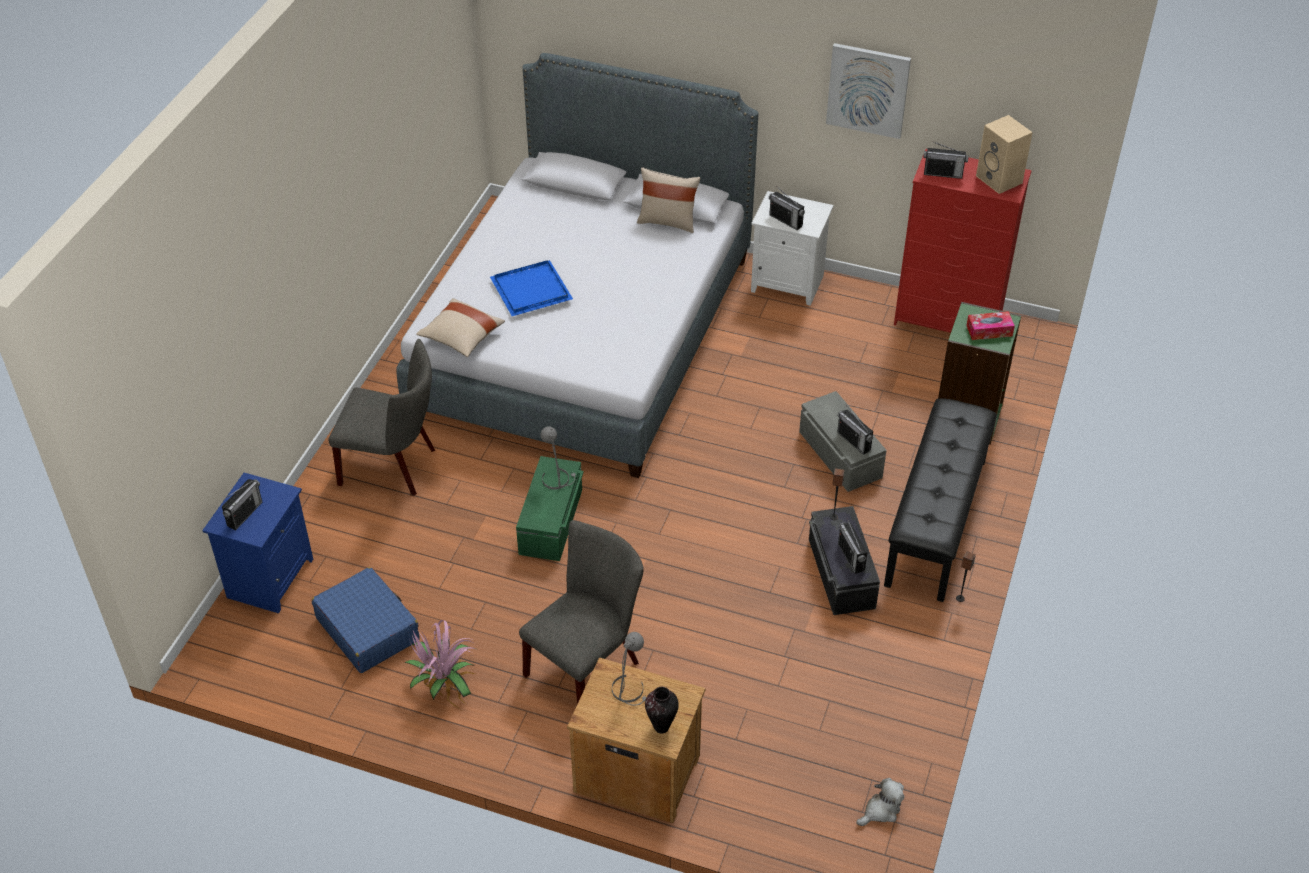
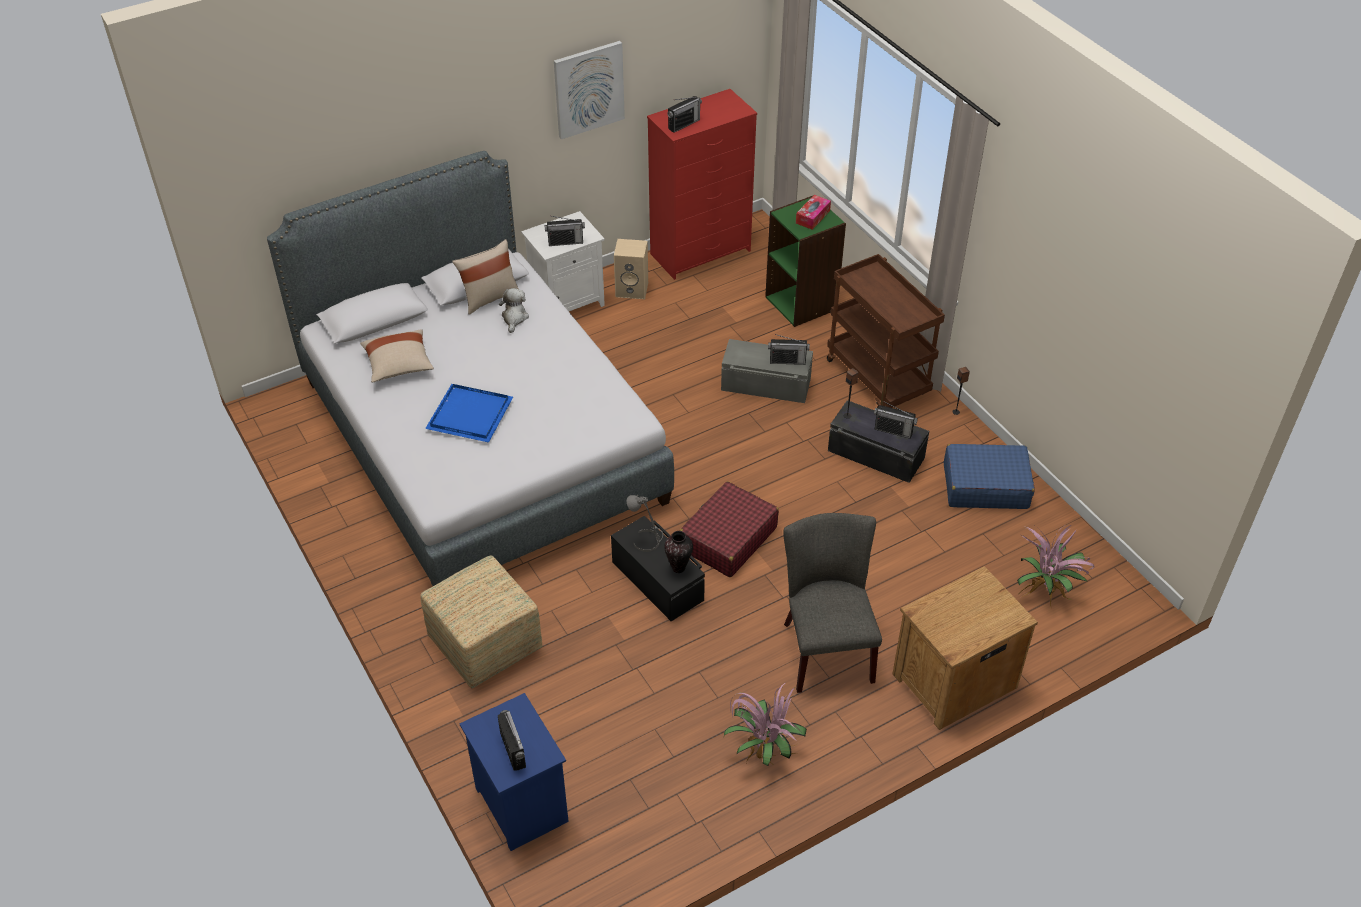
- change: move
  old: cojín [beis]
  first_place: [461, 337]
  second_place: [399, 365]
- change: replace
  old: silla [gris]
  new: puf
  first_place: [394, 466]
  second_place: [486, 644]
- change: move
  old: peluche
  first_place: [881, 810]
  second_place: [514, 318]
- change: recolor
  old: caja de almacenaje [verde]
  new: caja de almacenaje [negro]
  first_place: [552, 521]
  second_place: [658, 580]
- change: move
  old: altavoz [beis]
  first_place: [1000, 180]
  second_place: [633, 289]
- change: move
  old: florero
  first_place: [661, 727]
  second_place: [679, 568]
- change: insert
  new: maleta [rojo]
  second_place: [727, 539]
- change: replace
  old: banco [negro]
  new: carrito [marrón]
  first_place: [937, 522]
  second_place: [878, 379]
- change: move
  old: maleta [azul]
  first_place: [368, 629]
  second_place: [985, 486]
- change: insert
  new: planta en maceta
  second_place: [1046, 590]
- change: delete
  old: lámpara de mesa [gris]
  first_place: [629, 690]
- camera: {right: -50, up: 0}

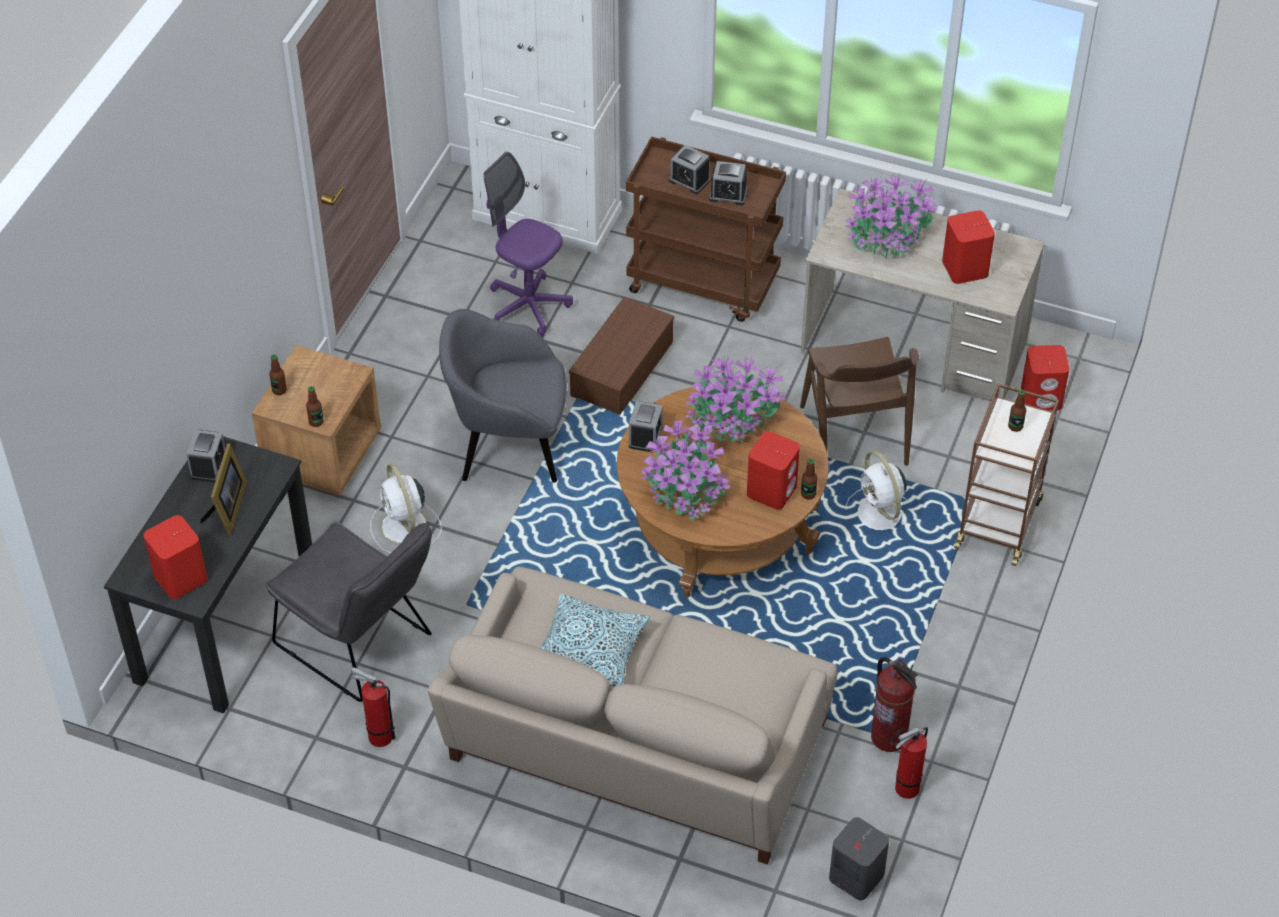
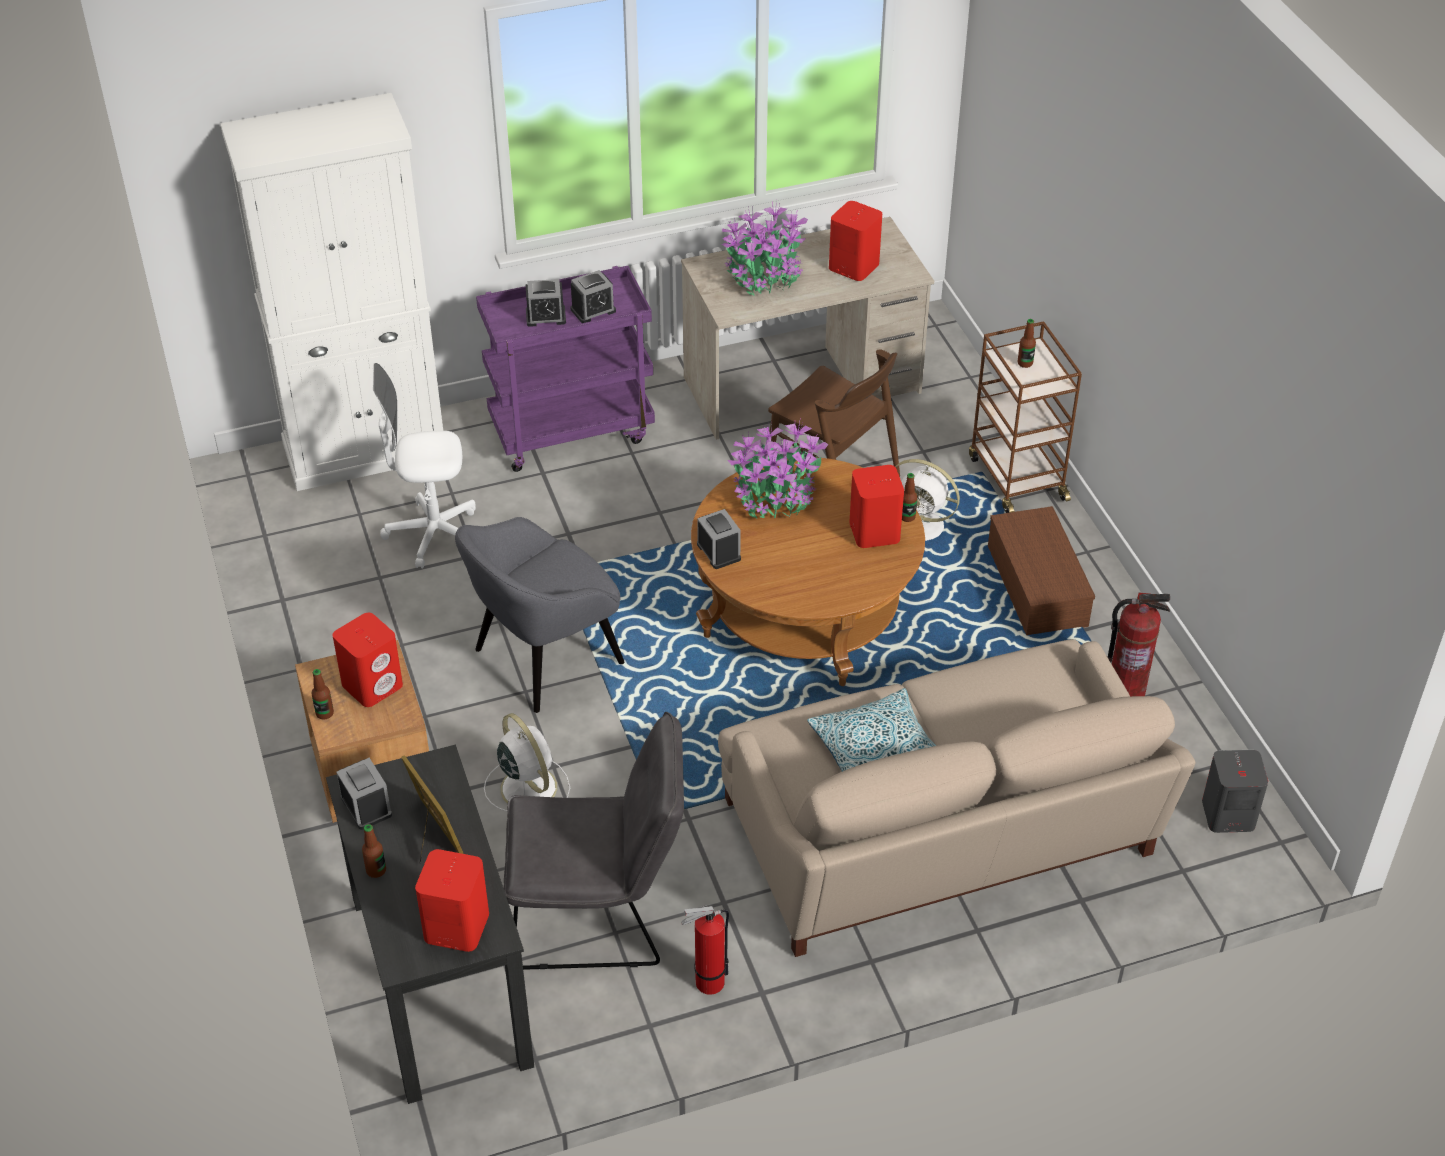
- change: move
  old: altavoz [rojo]
  first_place: [1041, 397]
  second_place: [373, 684]
- change: move
  old: botella
  first_place: [316, 422]
  second_place: [376, 870]
- change: recolor
  old: silla de oficina [morado]
  new: silla de oficina [blanco]
  first_place: [528, 306]
  second_place: [433, 534]
- change: recolor
  old: carrito [marrón]
  new: carrito [morado]
  first_place: [704, 283]
  second_place: [572, 430]
- change: rotate
  old: ventilador [blanco]
  first_place: [405, 528]
  second_place: [527, 786]
  degrees: -150
- change: move
  old: caja de almacenaje [marrón]
  first_place: [621, 367]
  second_place: [1035, 585]
- change: delete
  old: planta en maceta
  first_place: [685, 490]
- change: delete
  old: extintor
  first_place: [904, 790]
- camera: {right: -40, up: -5}

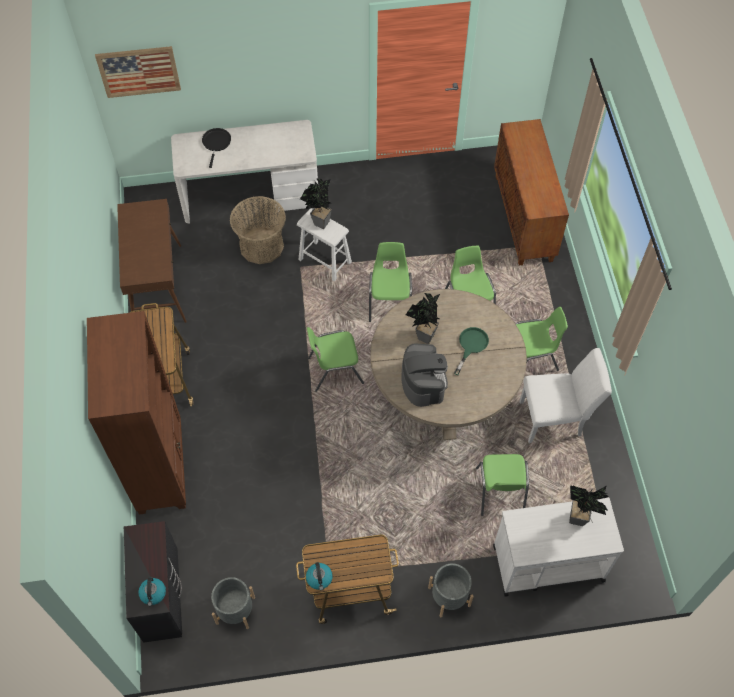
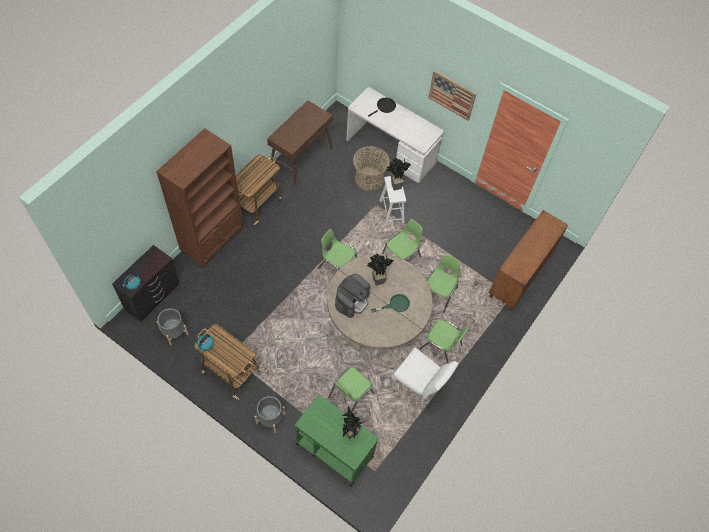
- change: recolor
  old: carrito [blanco]
  new: carrito [verde]
  first_place: [547, 563]
  second_place: [334, 450]
- change: move
  old: cuadro
  first_place: [139, 71]
  second_place: [452, 95]
- camera: {right: 40, up: 0}

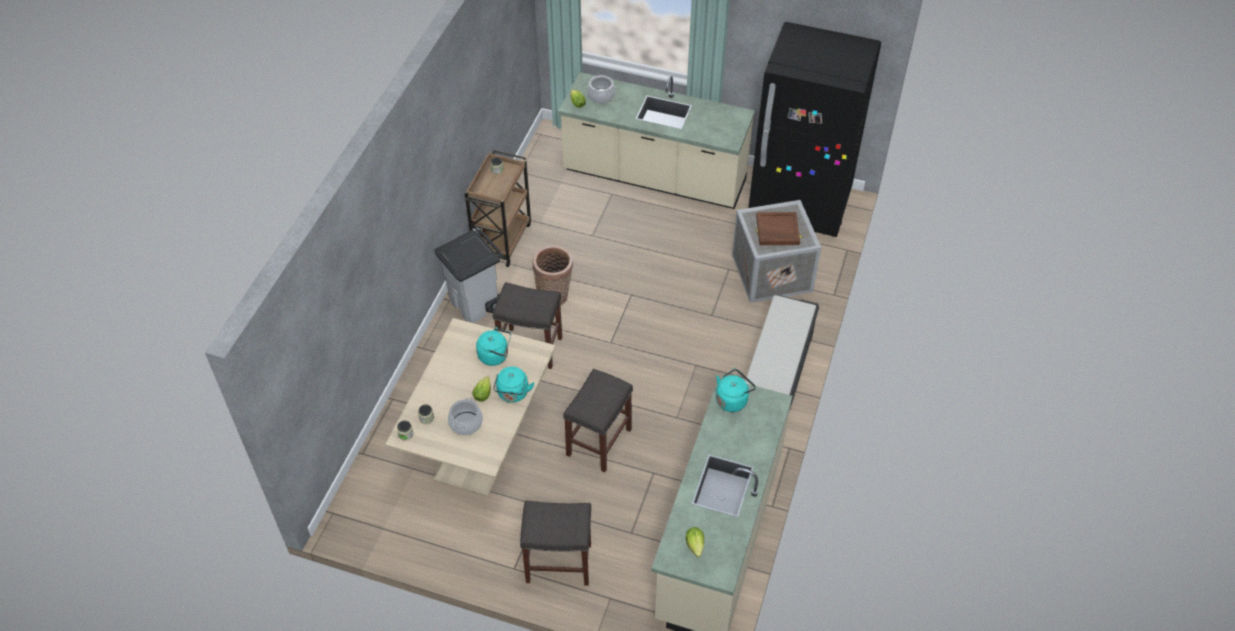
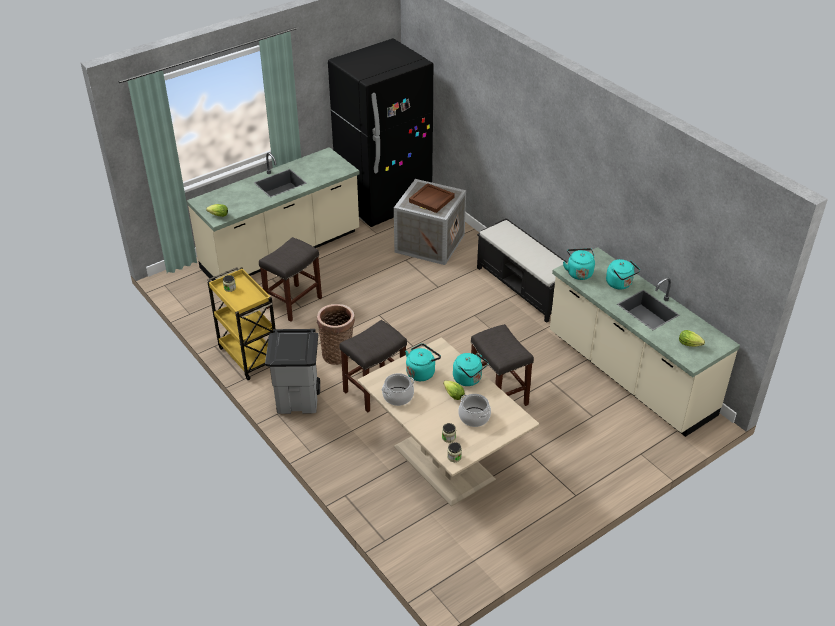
- change: recolor
  old: carrito [marrón]
  new: carrito [amarillo]
  first_place: [502, 239]
  second_place: [248, 355]
- change: move
  old: taburete [gris]
  first_place: [557, 563]
  second_place: [293, 303]
- change: move
  old: olla
  first_place: [601, 96]
  second_place: [398, 396]
- change: insert
  new: hervidor [turquesa]
  second_place: [620, 284]
- camera: {right: -55, up: -10}

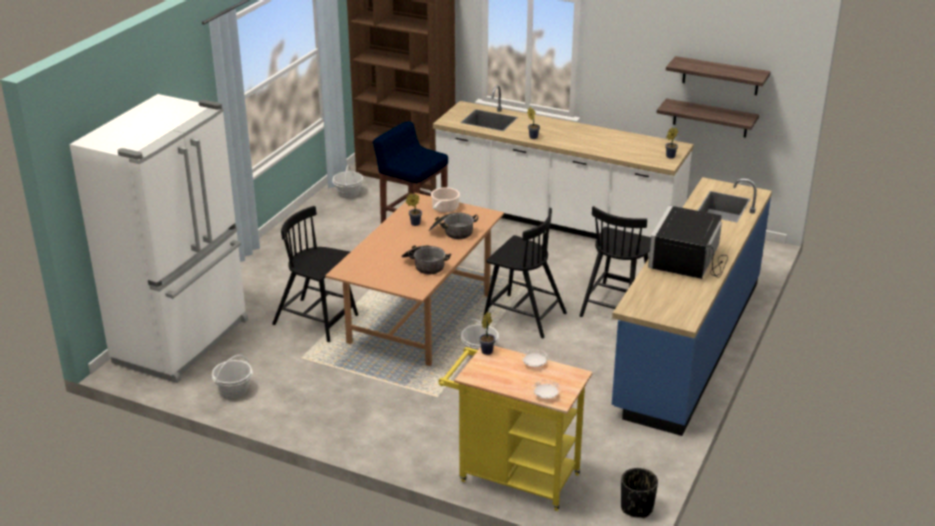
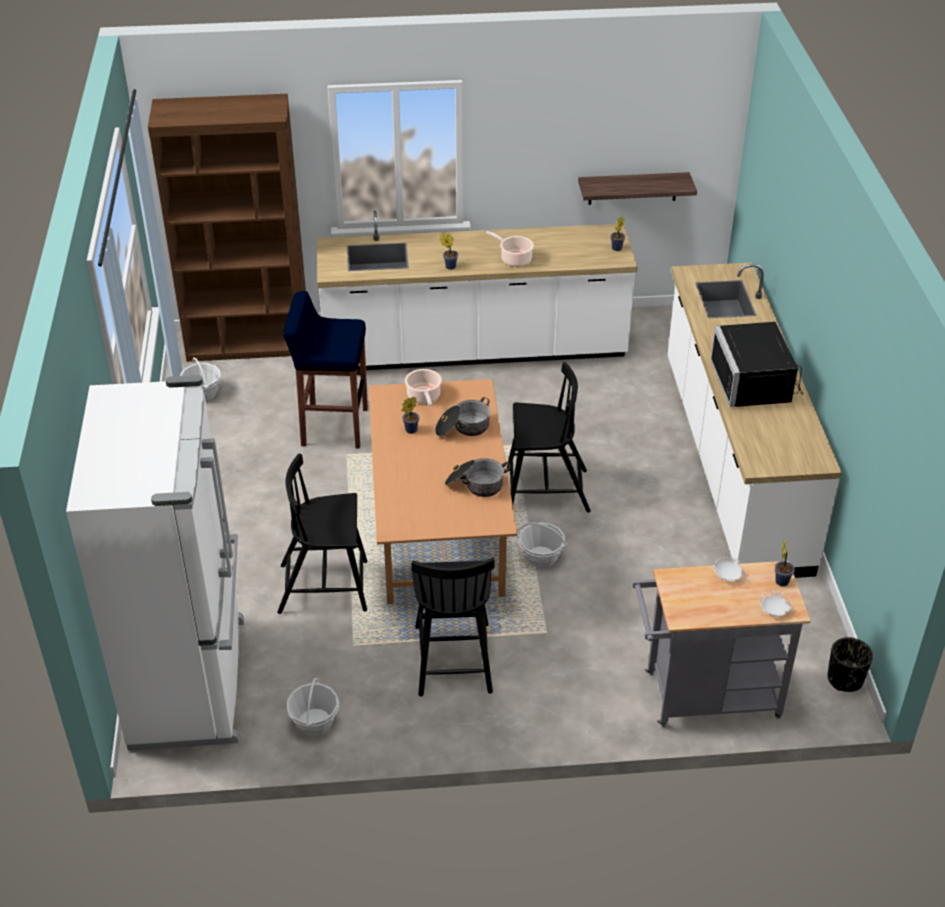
- change: move
  old: silla [negro]
  first_place: [616, 306]
  second_place: [453, 657]
- change: insert
  new: olla
  second_place: [514, 259]
- change: recolor
  old: carrito [amarillo]
  new: carrito [gris]
  first_place: [512, 476]
  second_place: [703, 697]
- change: recolor
  old: mueble bajo de cocina [azul]
  new: mueble bajo de cocina [blanco]
  first_place: [688, 344]
  second_place: [732, 462]
- change: move
  old: planta en maceta
  first_place: [488, 351]
  second_place: [781, 580]
- change: delete
  old: estante
  first_place: [720, 76]
- camera: {right: -30, up: 10}

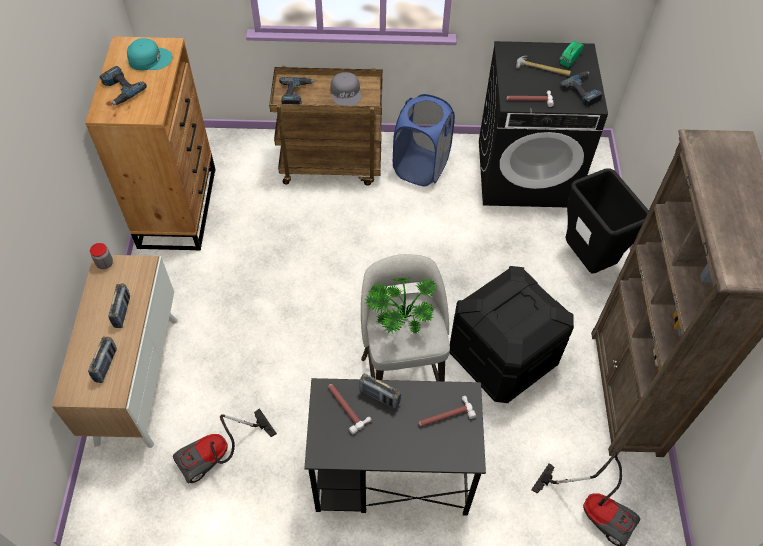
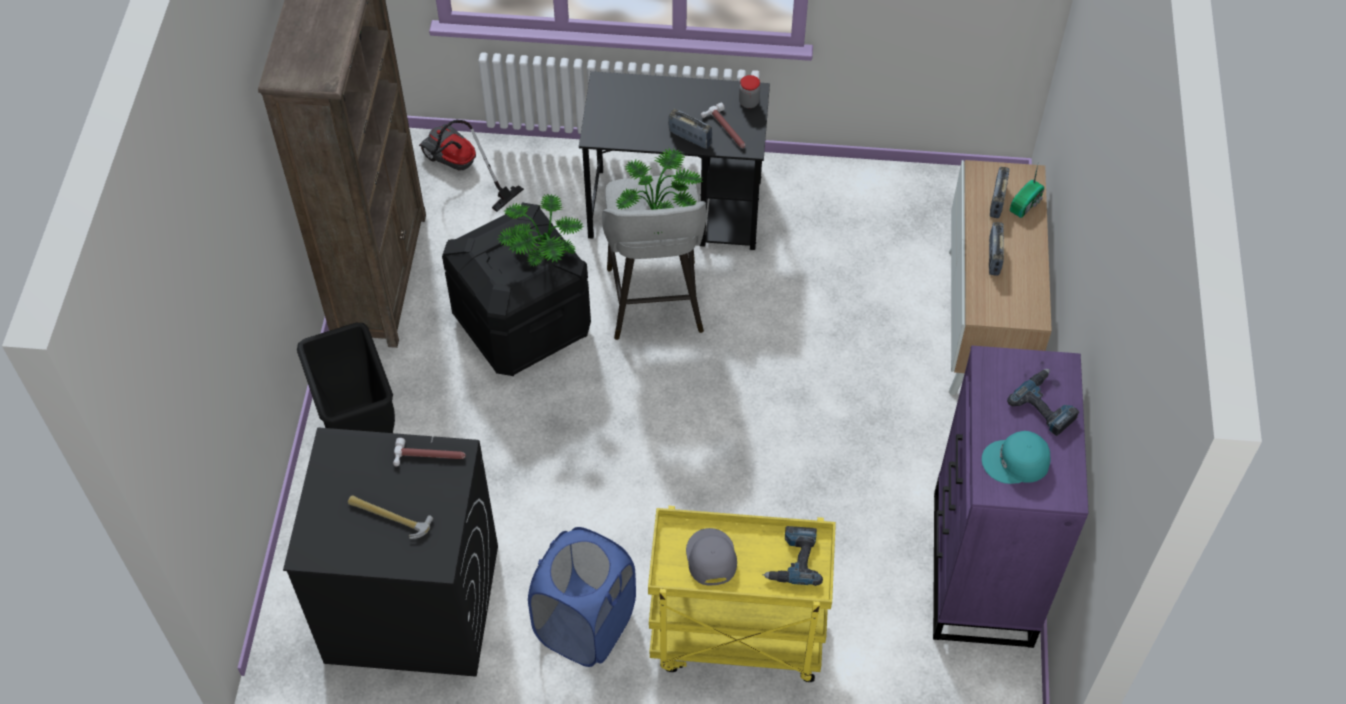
- change: insert
  new: planta en maceta
  second_place: [541, 253]
- change: recolor
  old: carrito [marrón]
  new: carrito [amarillo]
  first_place: [332, 165]
  second_place: [735, 638]
- change: move
  old: tarro
  first_place: [105, 263]
  second_place: [749, 102]
- change: recolor
  old: cómoda [marrón]
  new: cómoda [morado]
  first_place: [178, 206]
  second_place: [981, 570]
- change: move
  old: radio
  first_place: [569, 59]
  second_place: [1027, 204]
- change: delete
  old: aspiradora
  first_place: [219, 455]
- change: delete
  old: martillo
  first_place: [444, 415]
- change: delete
  old: taladro
  first_place: [583, 91]
- camera: {right: -175, up: 0}

